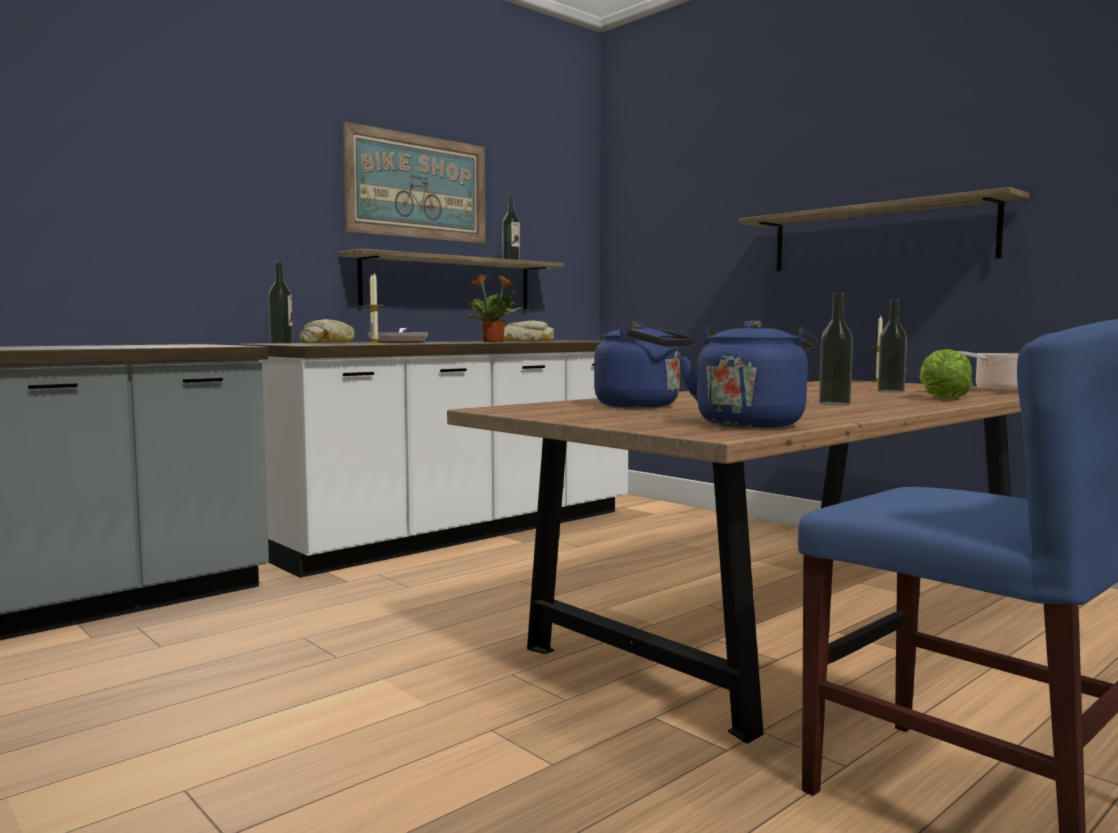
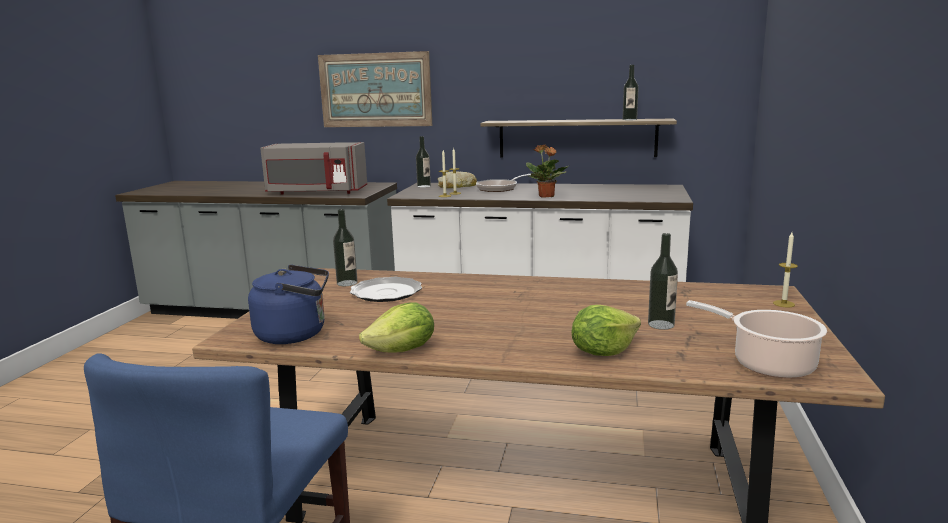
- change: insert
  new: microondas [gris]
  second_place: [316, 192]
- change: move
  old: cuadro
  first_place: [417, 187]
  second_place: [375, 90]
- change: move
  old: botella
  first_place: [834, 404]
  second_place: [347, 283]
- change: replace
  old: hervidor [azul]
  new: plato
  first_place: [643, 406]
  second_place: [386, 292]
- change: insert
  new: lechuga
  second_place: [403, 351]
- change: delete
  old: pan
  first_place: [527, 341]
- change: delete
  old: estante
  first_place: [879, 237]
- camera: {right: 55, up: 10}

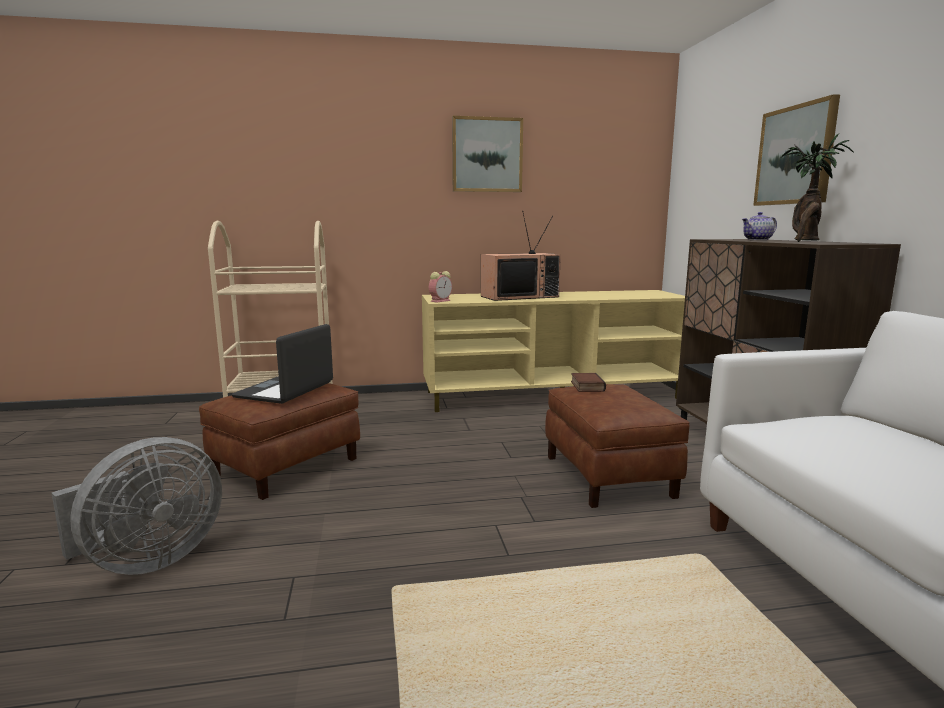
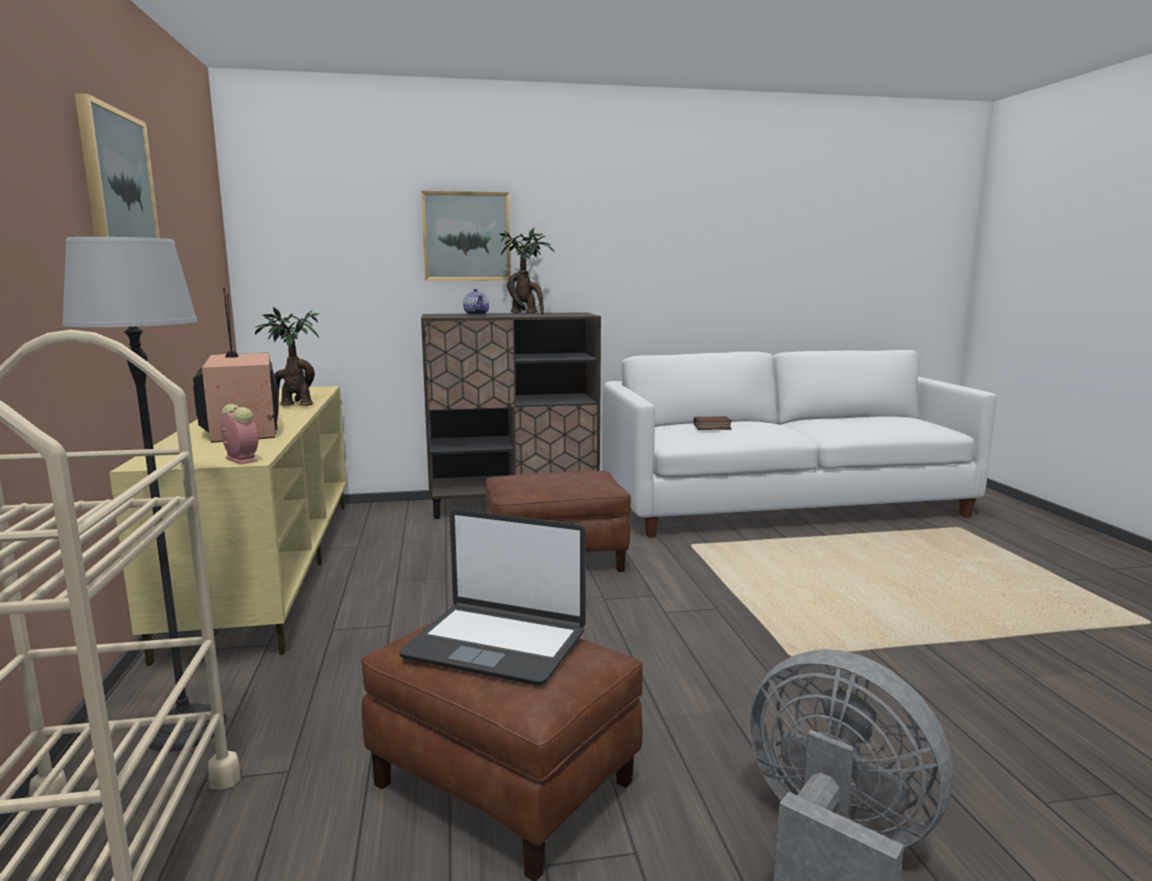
- change: insert
  new: lámpara de pie
  second_place: [186, 728]
- change: insert
  new: planta en maceta
  second_place: [293, 405]
- change: move
  old: libro
  first_place: [586, 386]
  second_place: [712, 427]
- camera: {right: -90, up: 0}

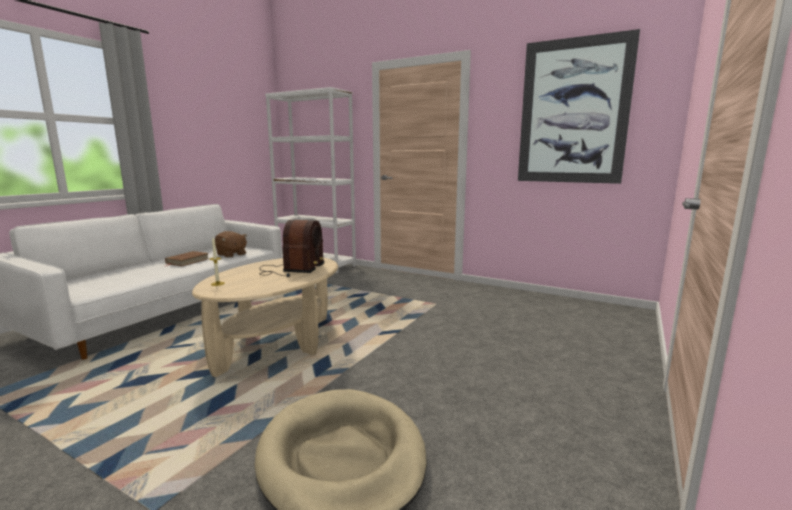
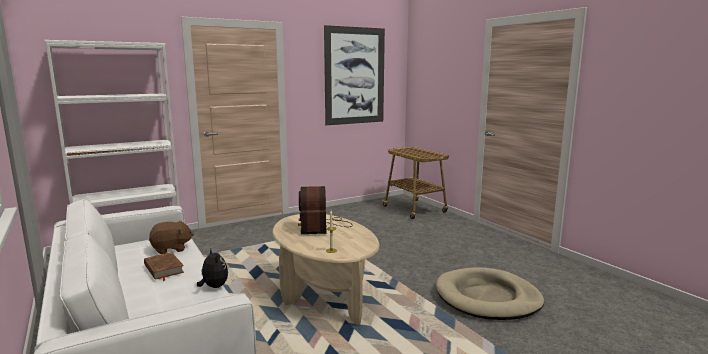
- change: insert
  new: peluche
  second_place: [214, 287]
- change: rotate
  old: radio
  first_place: [292, 269]
  second_place: [322, 226]
  degrees: -135
- change: insert
  new: carrito
  second_place: [415, 209]
- camera: {right: -60, up: 0}

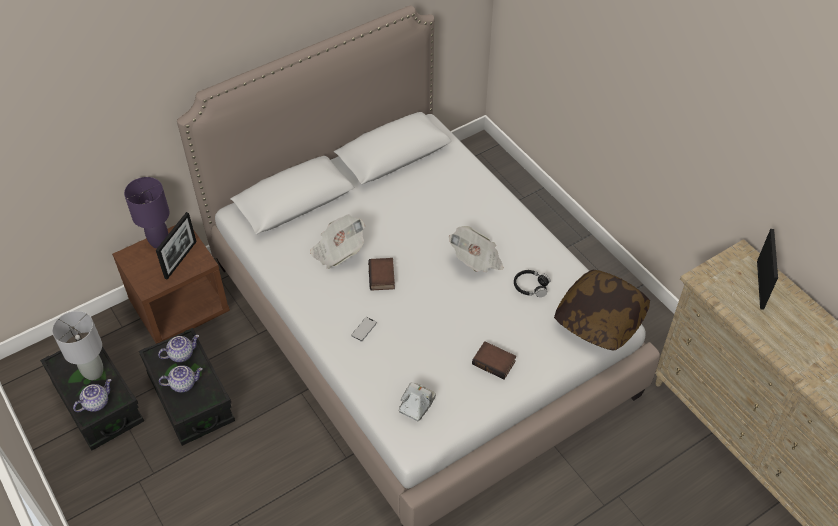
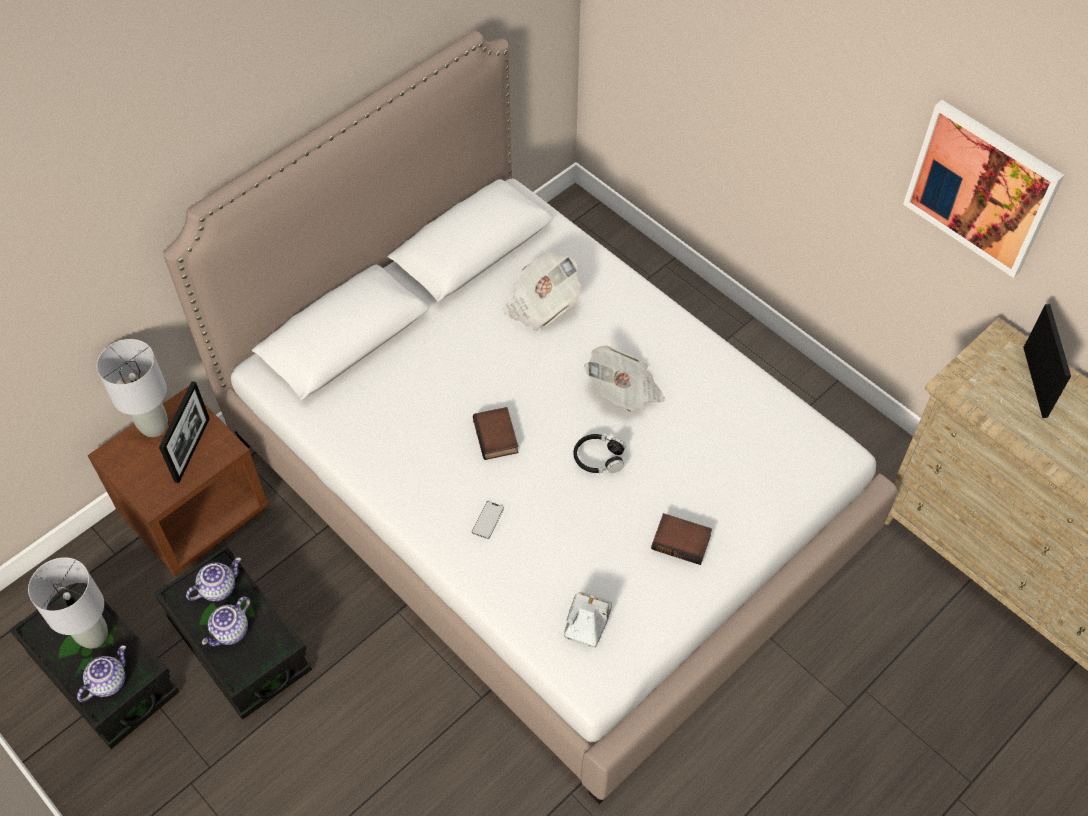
- change: recolor
  old: lámpara de mesa [morado]
  new: lámpara de mesa [gris]
  first_place: [159, 242]
  second_place: [154, 427]
- change: rotate
  old: tetera
  first_place: [183, 383]
  second_place: [231, 632]
  degrees: 150
- change: move
  old: periódico
  first_place: [338, 251]
  second_place: [541, 304]
- change: move
  old: auriculares [negro]
  first_place: [530, 286]
  second_place: [598, 458]
- change: insert
  new: cuadro
  second_place: [981, 188]
- change: delete
  old: cojín
  first_place: [600, 319]
- camera: {right: -10, up: 5}

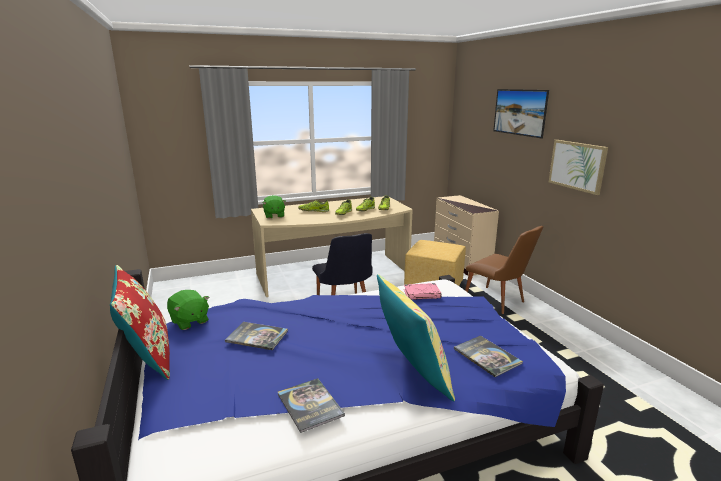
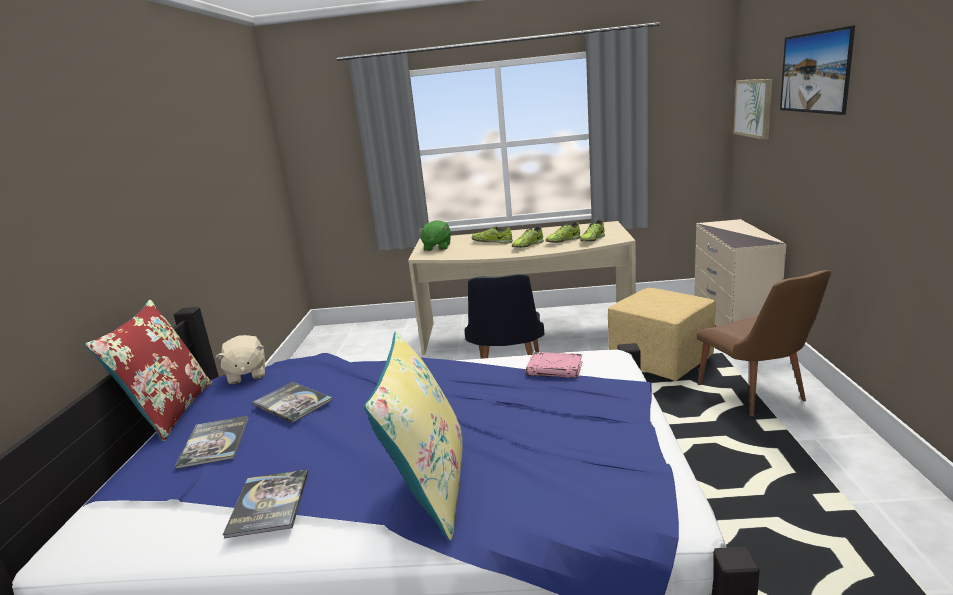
- change: move
  old: libro
  first_place: [487, 356]
  second_place: [214, 442]
- change: recolor
  old: peluche [verde]
  new: peluche [beis]
  first_place: [189, 321]
  second_place: [246, 375]
- change: move
  old: cuadro
  first_place: [577, 166]
  second_place: [753, 108]
- camera: {right: 25, up: 0}

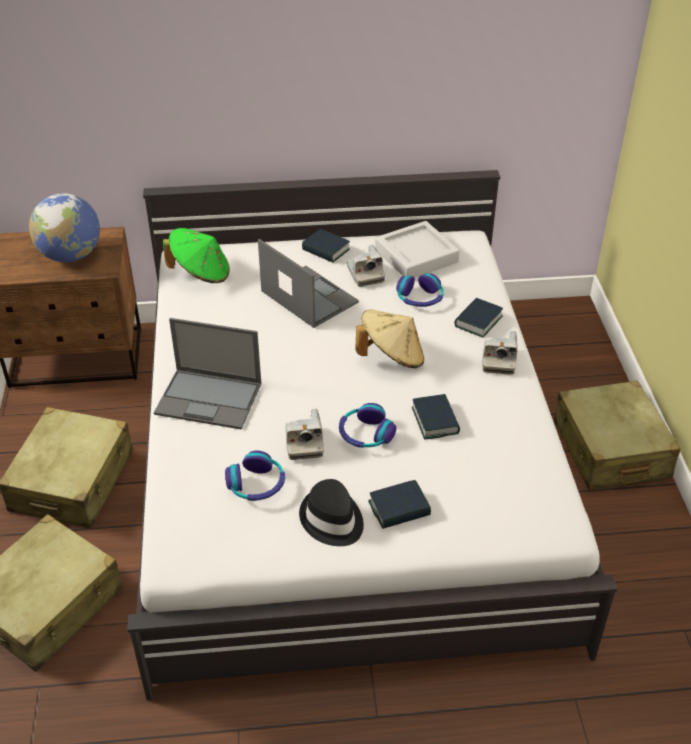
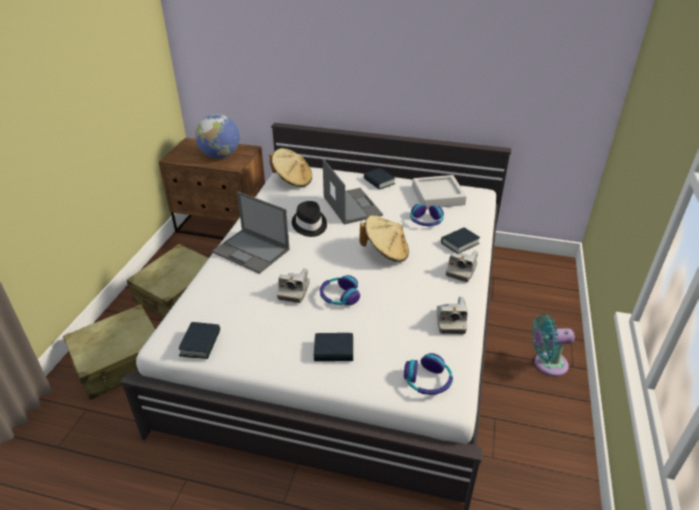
- change: move
  old: libro
  first_place: [435, 420]
  second_place: [200, 343]
- change: recolor
  old: sombrero [verde]
  new: sombrero [beis]
  first_place: [201, 273]
  second_place: [292, 180]
- change: move
  old: sombrero [negro]
  first_place: [332, 520]
  second_place: [309, 225]
- change: move
  old: auriculares
  first_place: [256, 484]
  second_place: [428, 381]
- change: move
  old: cámara
  first_place: [365, 274]
  second_place: [450, 322]
- change: replace
  old: maleta [beis]
  new: ventilador [turquesa]
  first_place: [610, 450]
  second_place: [547, 364]
- camera: {right: 20, up: -5}

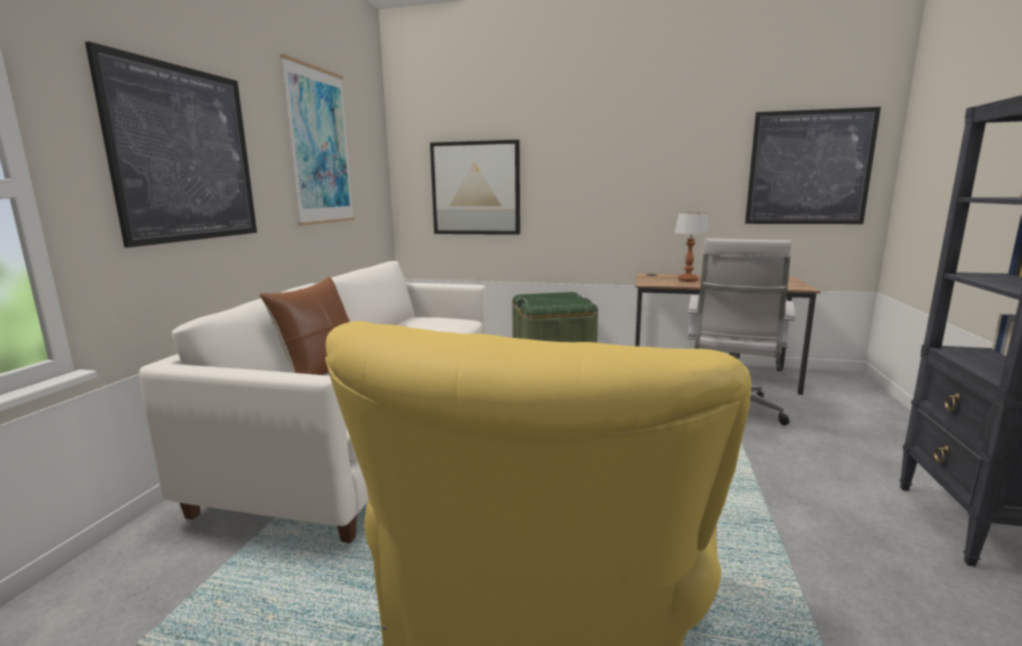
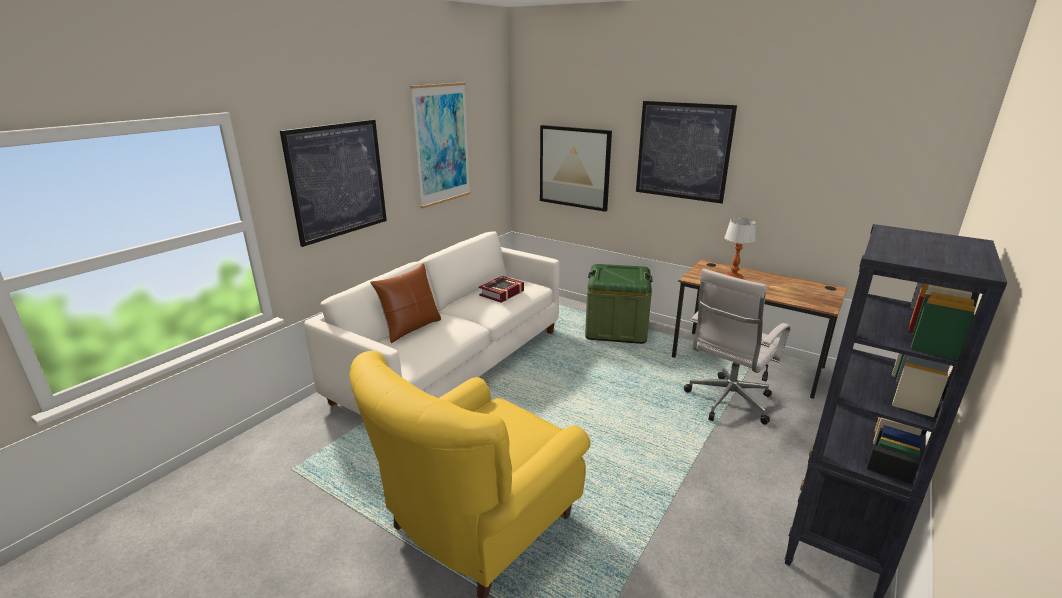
- change: insert
  new: libro
  second_place: [502, 293]
- change: move
  old: cuadro
  first_place: [809, 168]
  second_place: [683, 151]
- camera: {right: 20, up: 10}

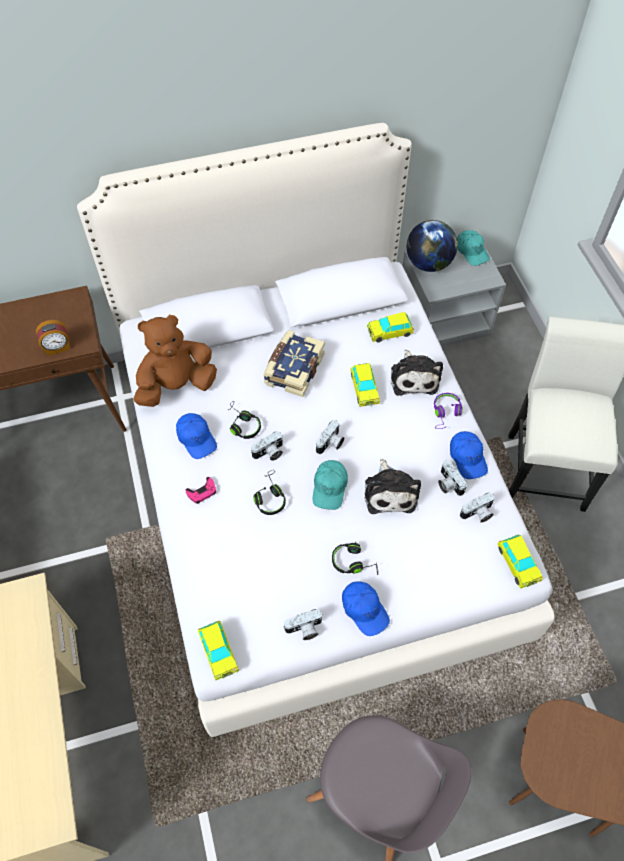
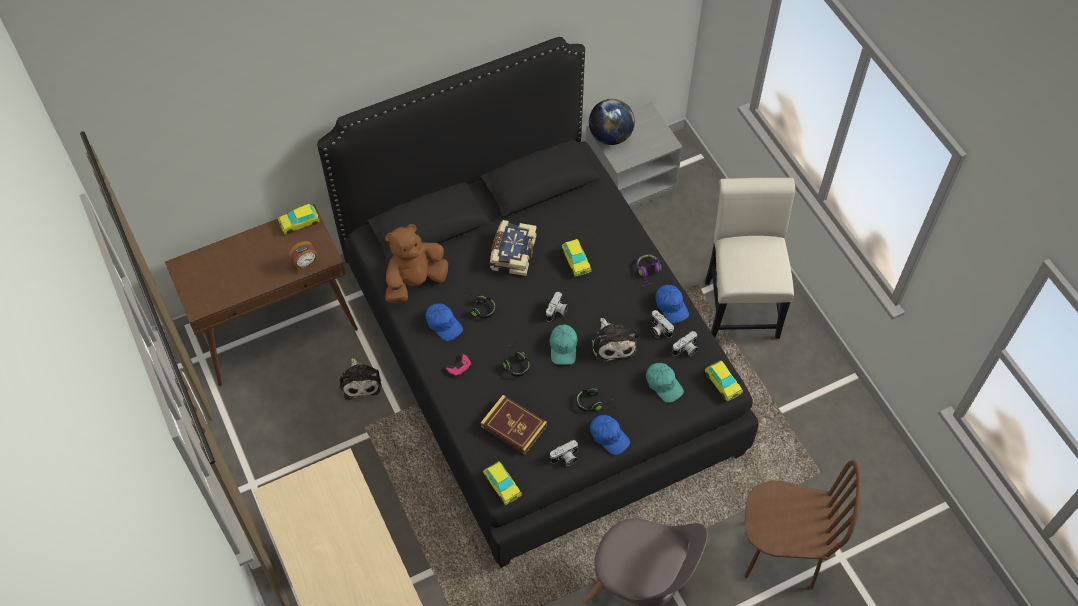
- change: move
  old: coche de juguete
  first_place: [389, 332]
  second_place: [299, 222]
- change: recolor
  old: cama [blanco]
  new: cama [negro]
  first_place: [310, 491]
  second_place: [537, 358]
- change: move
  old: peluche
  first_place: [414, 377]
  second_place: [360, 381]
- change: insert
  new: libro
  second_place: [513, 426]
- change: move
  old: gorra [turquesa]
  first_place: [472, 251]
  second_place: [663, 384]
- change: delete
  old: cámara
  first_place: [269, 453]
- camera: {right: -10, up: 0}

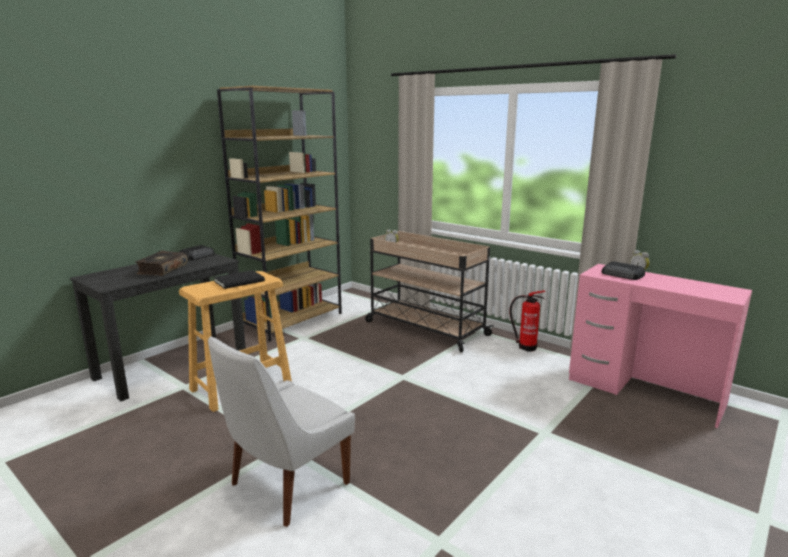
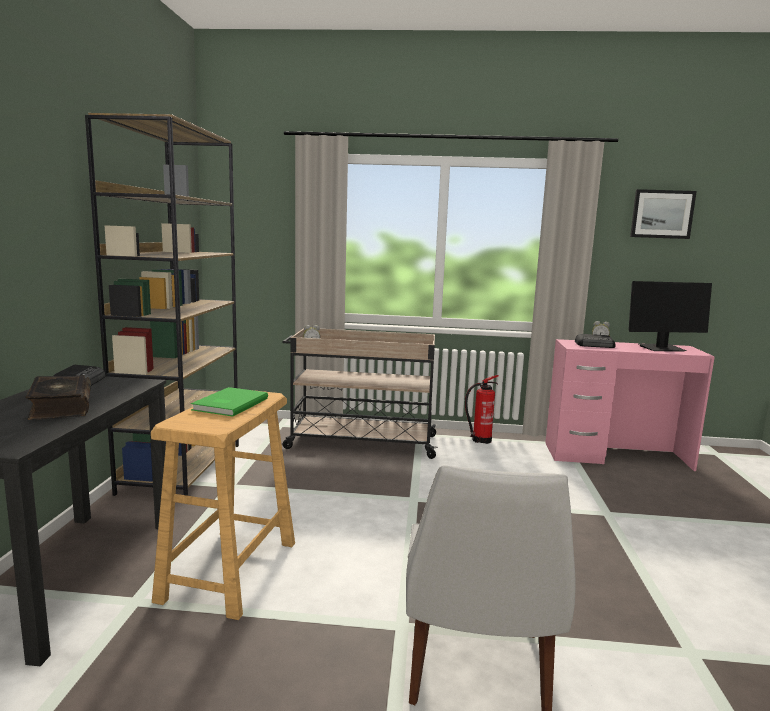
- change: recolor
  old: libro [negro]
  new: libro [verde]
  first_place: [238, 281]
  second_place: [228, 404]
- change: insert
  new: monitor
  second_place: [661, 348]
- change: insert
  new: cuadro
  second_place: [662, 214]
- camera: {right: -35, up: -5}

